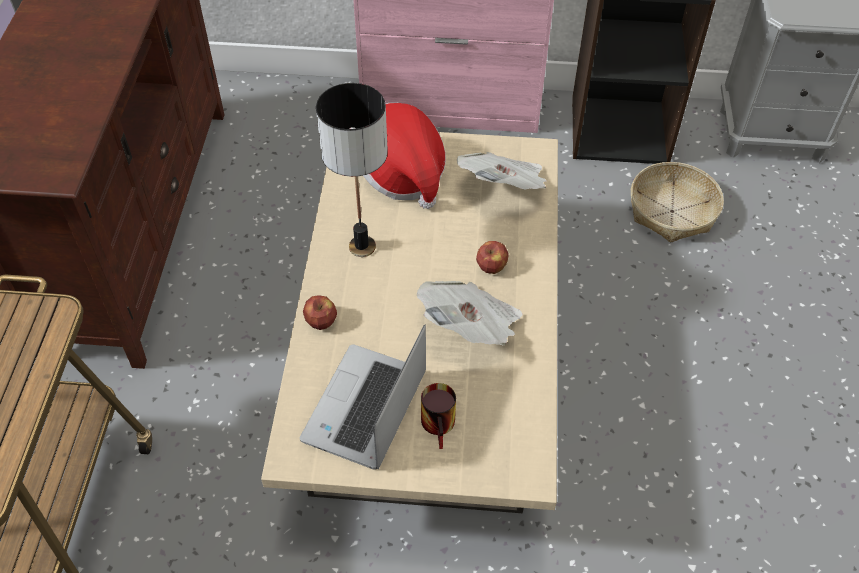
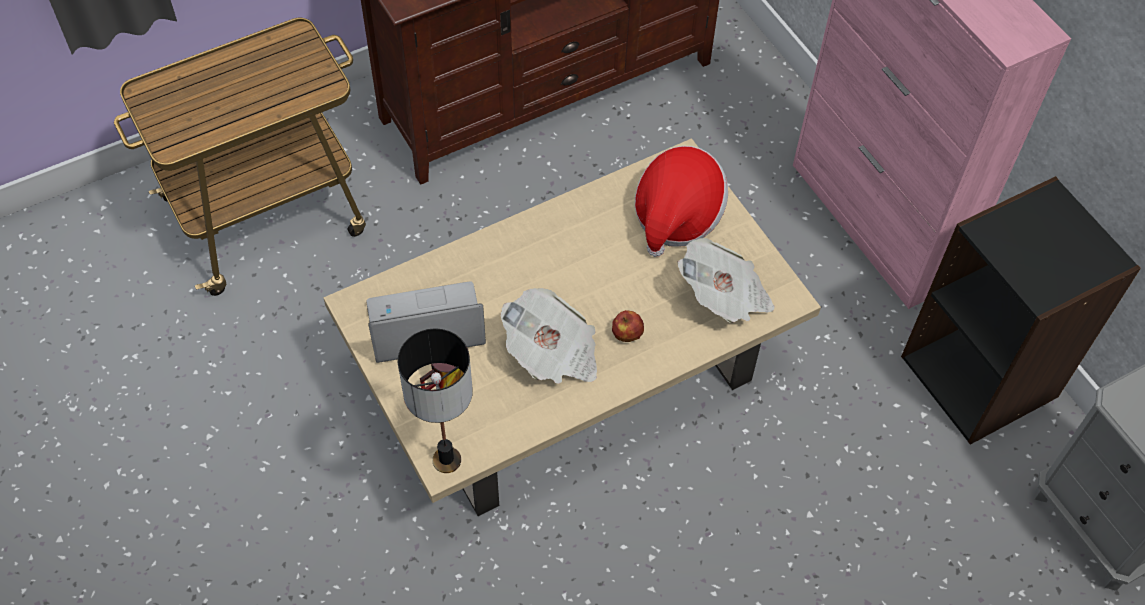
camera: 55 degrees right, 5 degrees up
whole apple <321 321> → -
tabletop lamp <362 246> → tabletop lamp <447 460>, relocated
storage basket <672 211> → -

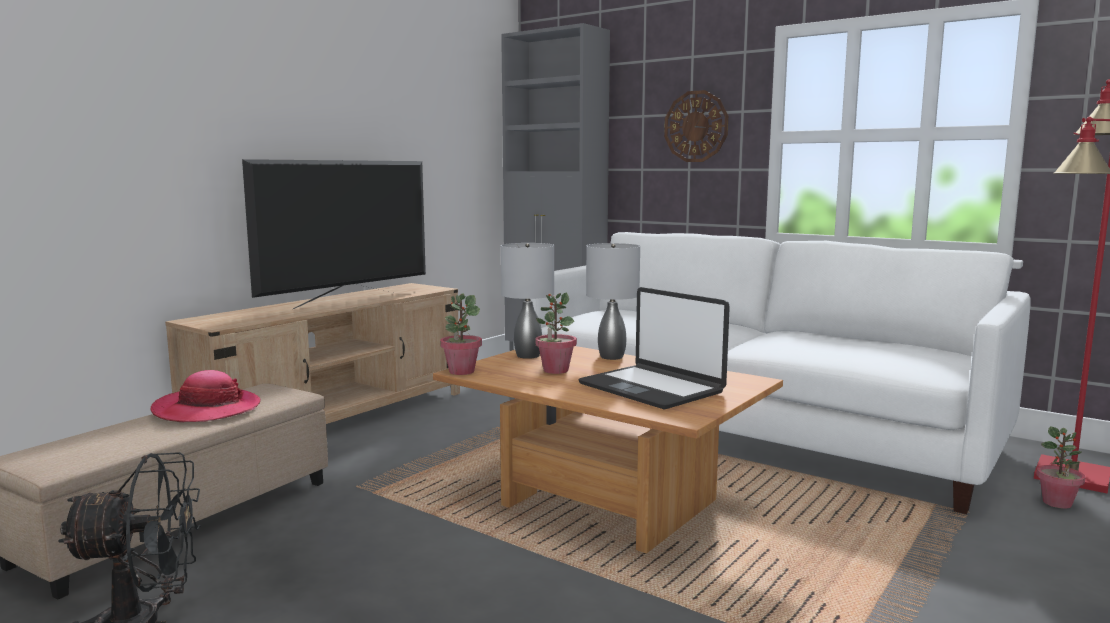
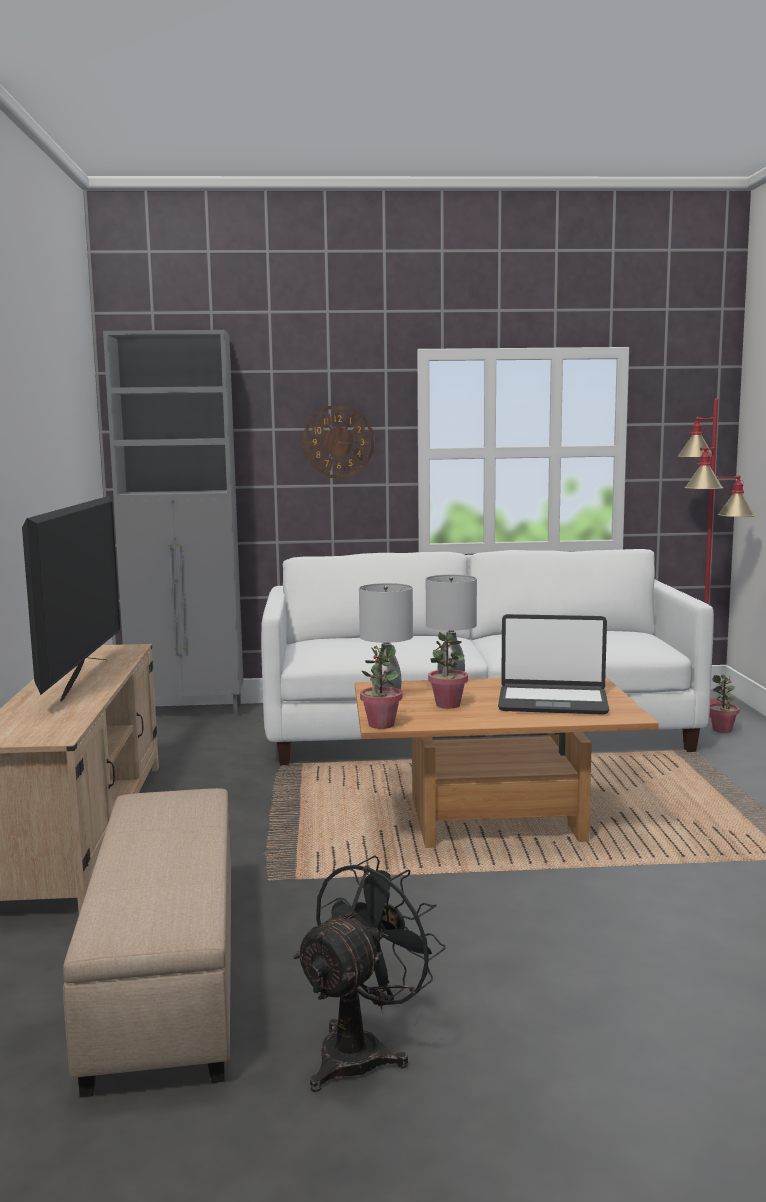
camera: 40 degrees left, 0 degrees up
hat <207 409> → -

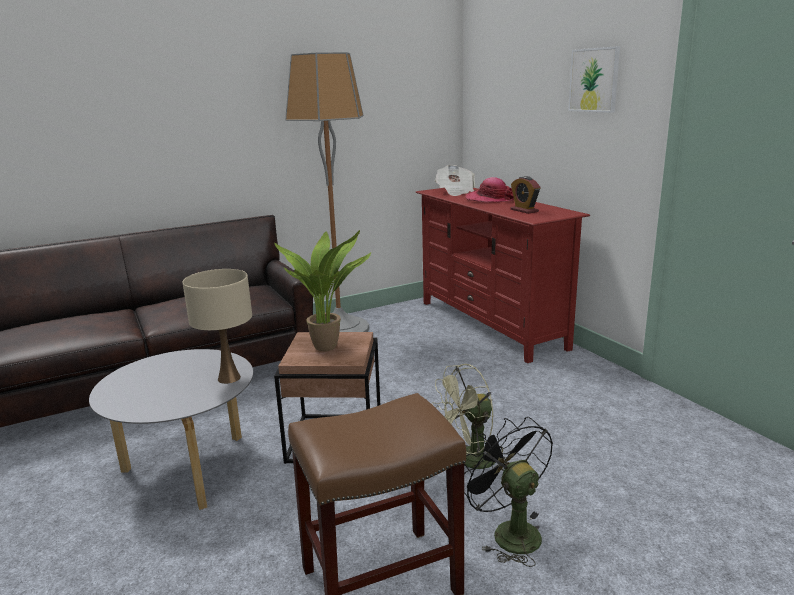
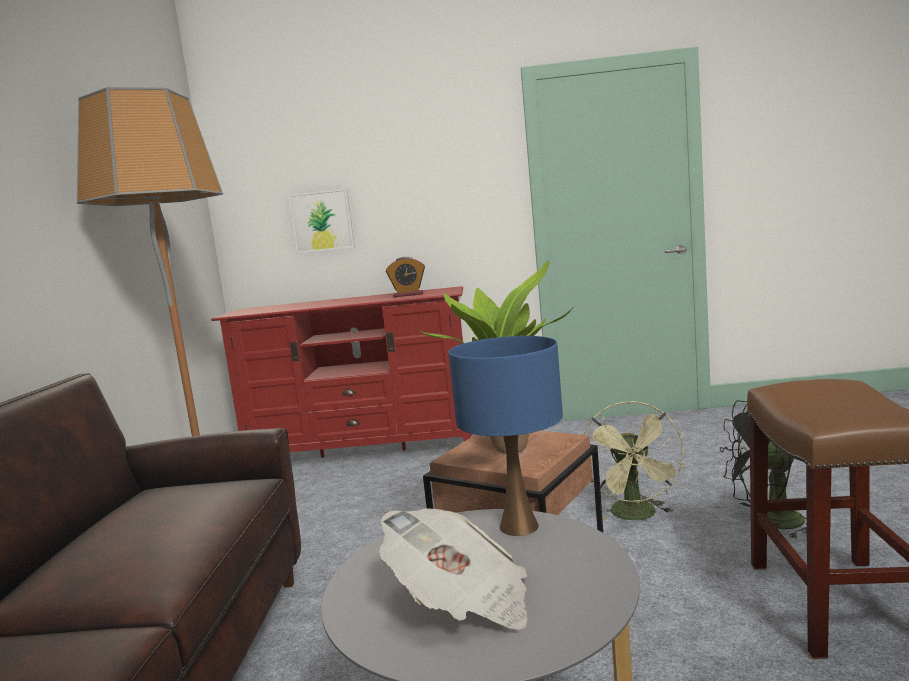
camera: 60 degrees left, 10 degrees down
beige tabletop lamp <229 378> → blue-coloured tabletop lamp <519 526>
daily paper <455 192> → daily paper <462 602>, relocated
hat <492 198> → -
wall picture <594 80> → wall picture <322 221>, relocated

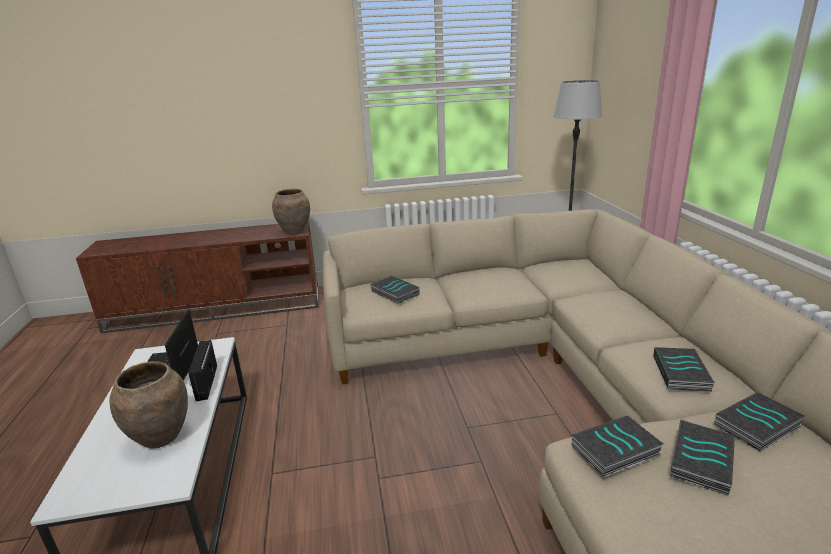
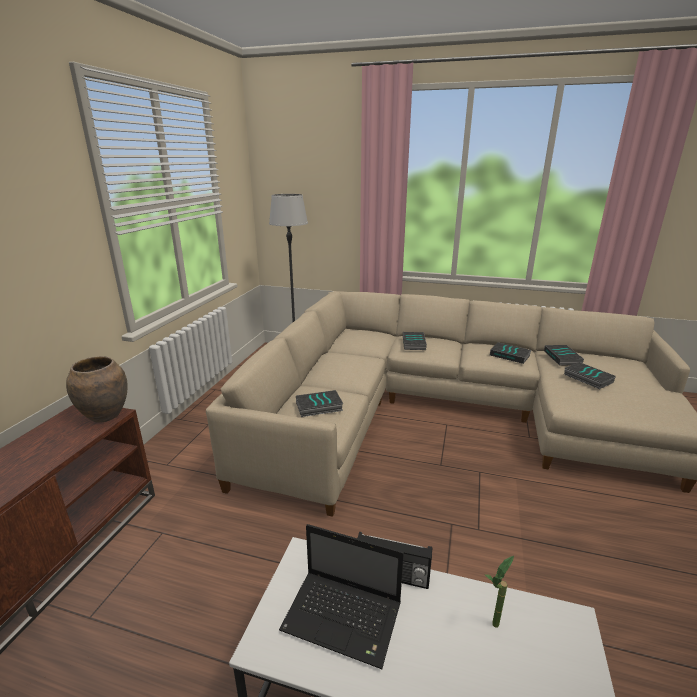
camera: 65 degrees left, 0 degrees up
brown-coloured vase <161 437> → houseplant <491 629>
bound book <615 451> → bound book <414 343>, relocated

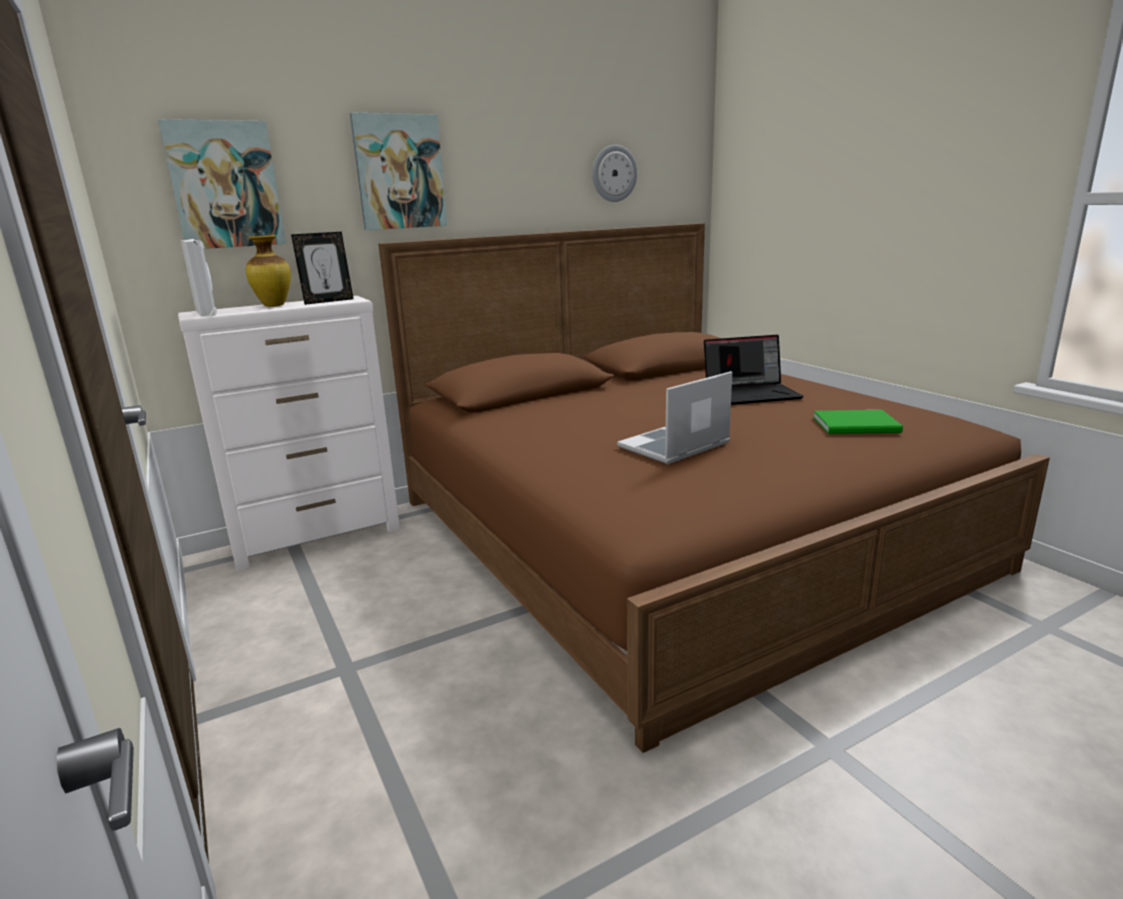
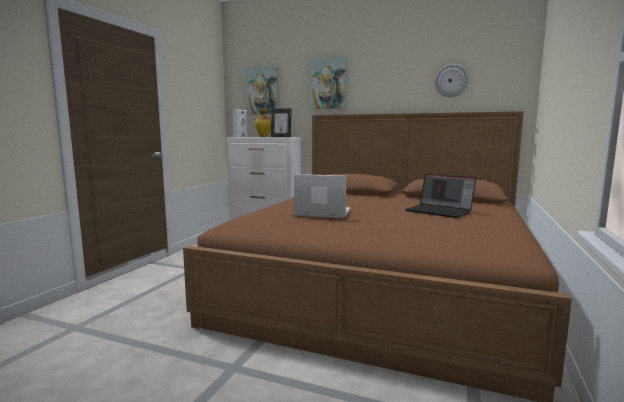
camera: 50 degrees right, 10 degrees down
green-coloured bound book <858 425> → -

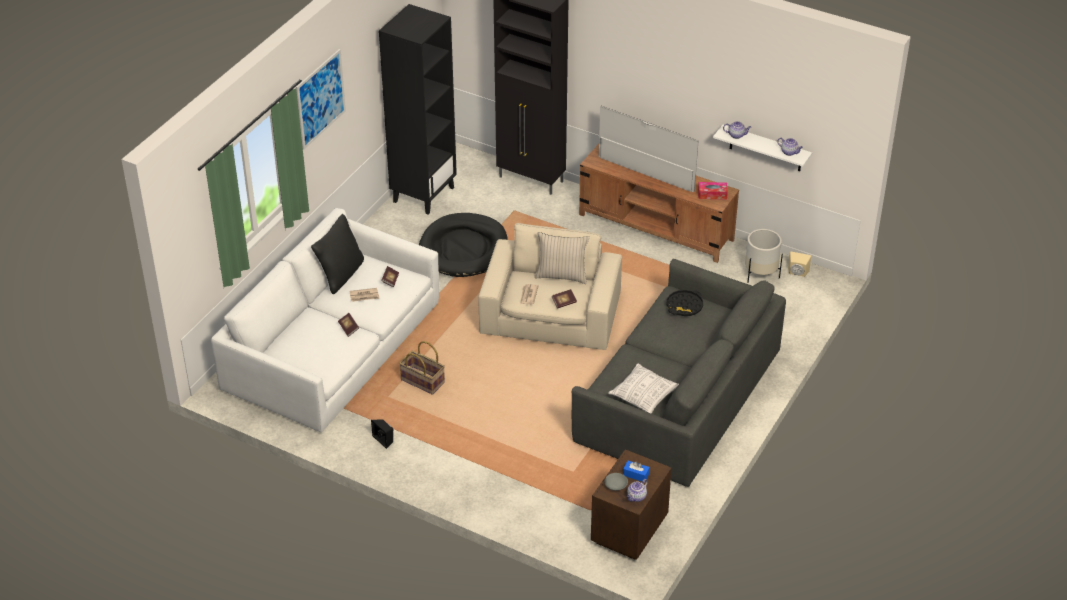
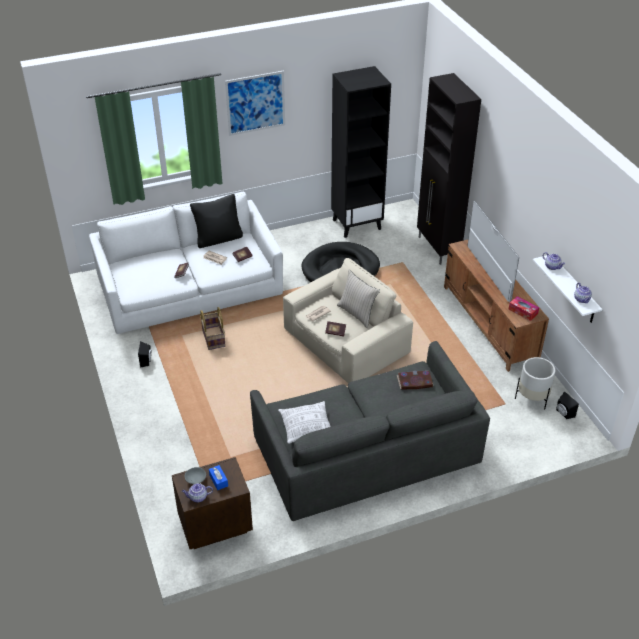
camera: 40 degrees right, 0 degrees up
black-coloured carrying tray <684 306> → bound book <414 381>
beige speaker <797 273> → black-coloured speaker <563 413>

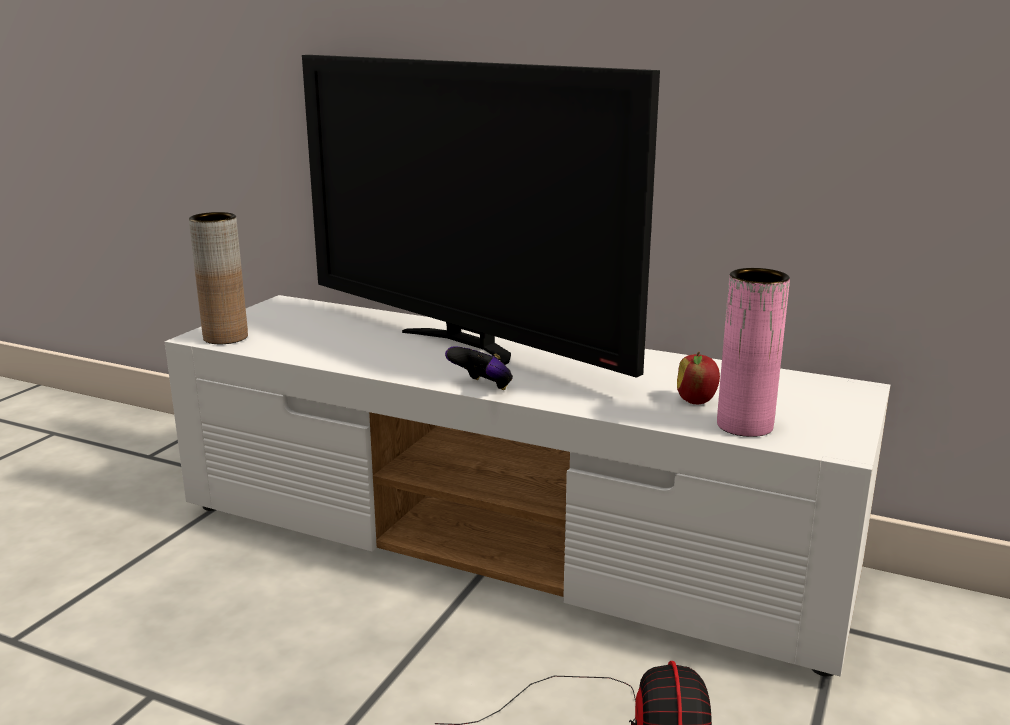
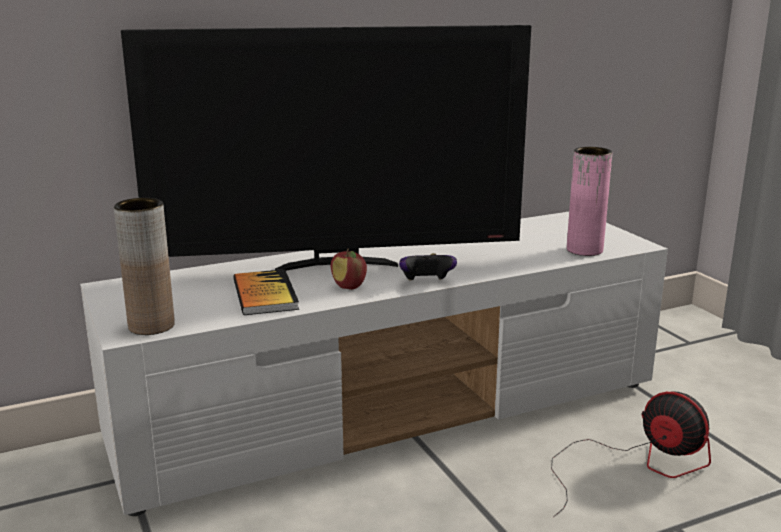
camera: 50 degrees left, 0 degrees up
whole apple <696 401> → whole apple <349 287>, relocated
- → bound book <265 295>

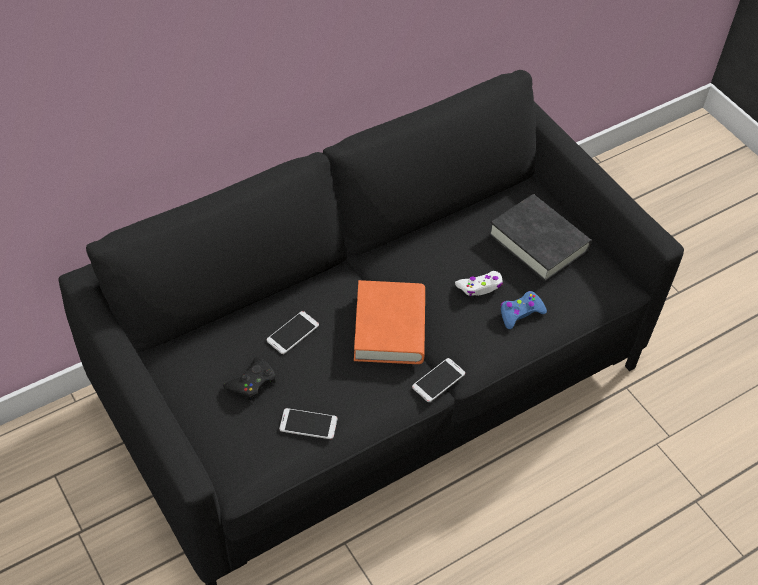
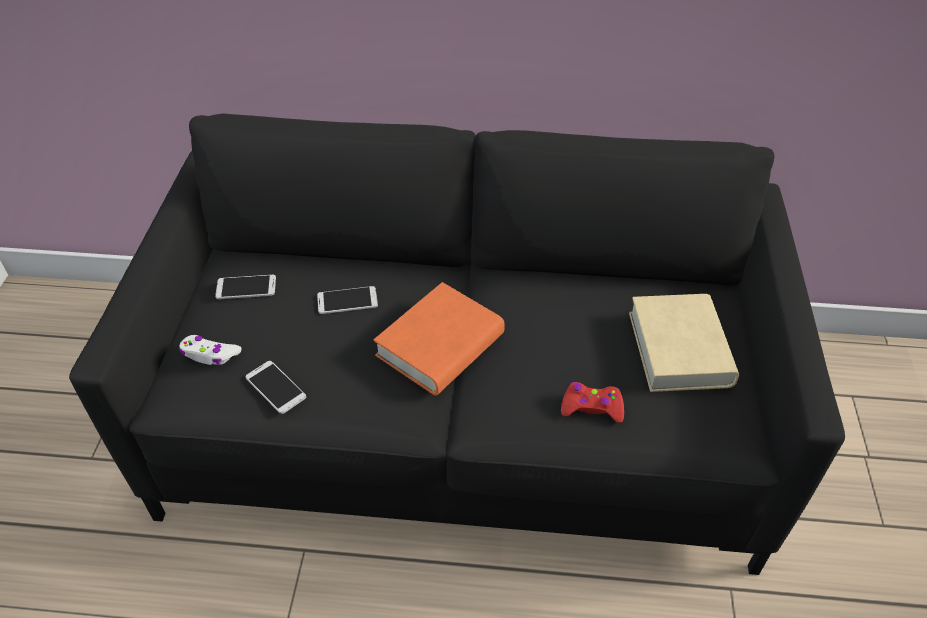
camera: 40 degrees right, 5 degrees down
black-coloured game controller <252 382> → -
telephone <438 380> → telephone <246 287>, relocated
white-coloured game controller <480 287> → white-coloured game controller <210 354>, relocated
black-coloured bound book <538 242> → beige bound book <679 349>
blue-coloured game controller <520 313> → reddish game controller <591 407>

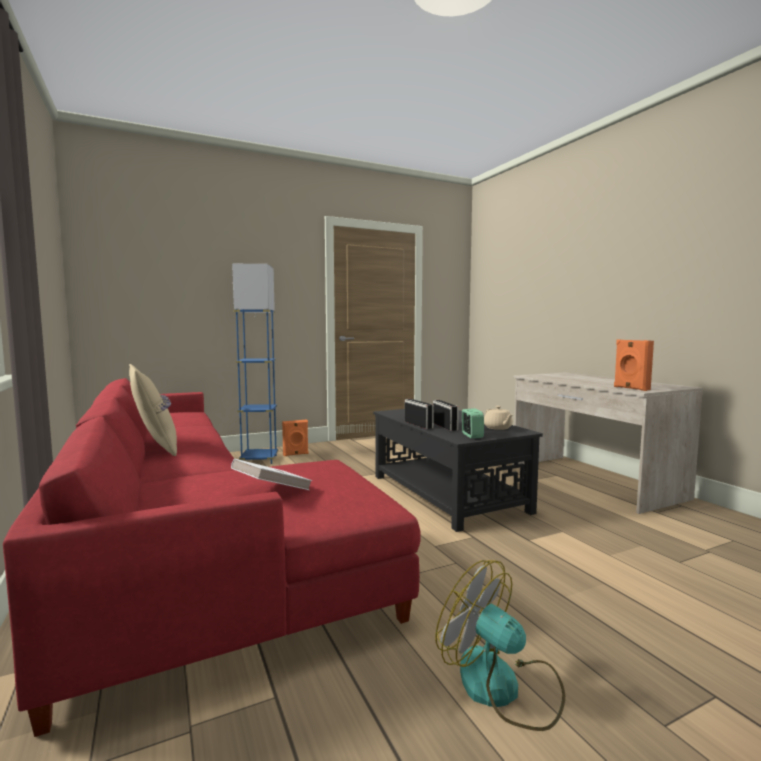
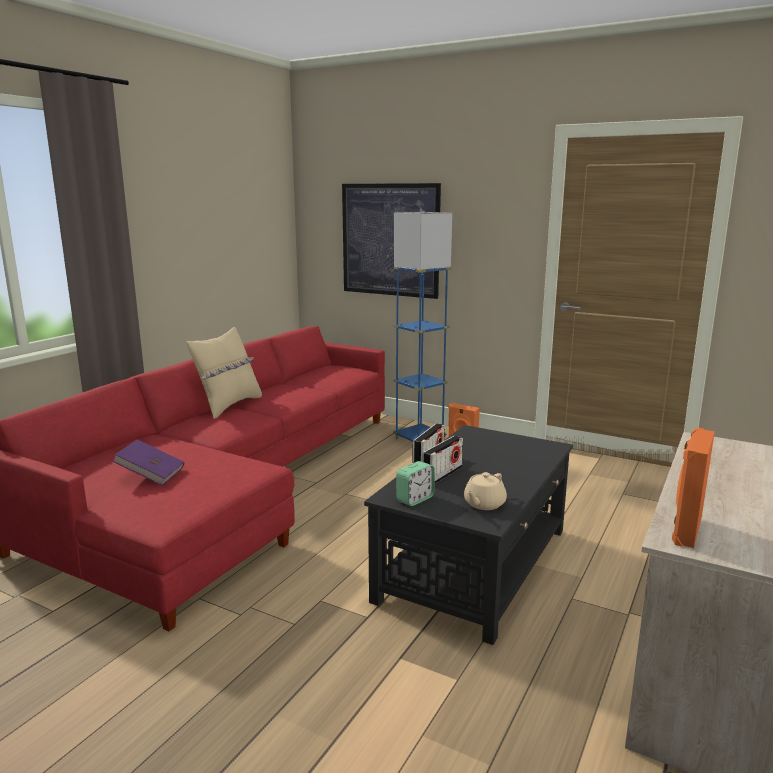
camera: 55 degrees right, 10 degrees up
white-coloured bound book <272 491> → purple bound book <151 475>
cooling fan <502 687> → -
- → wall picture <390 240>

